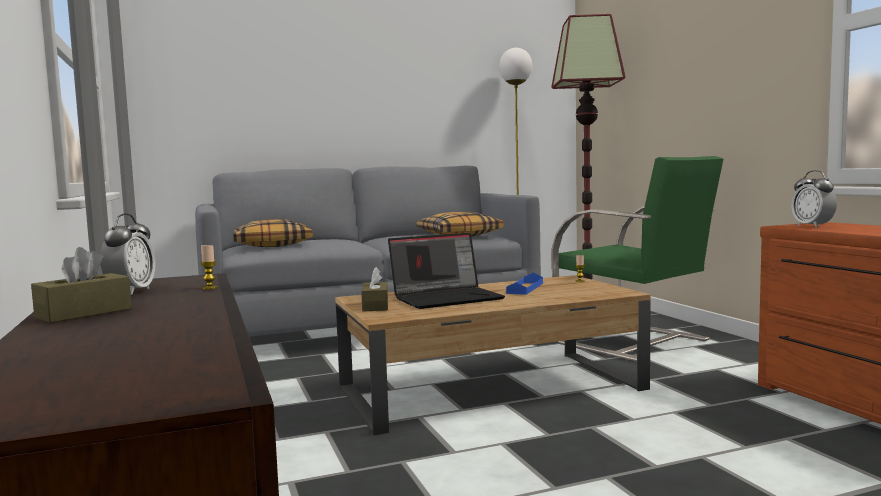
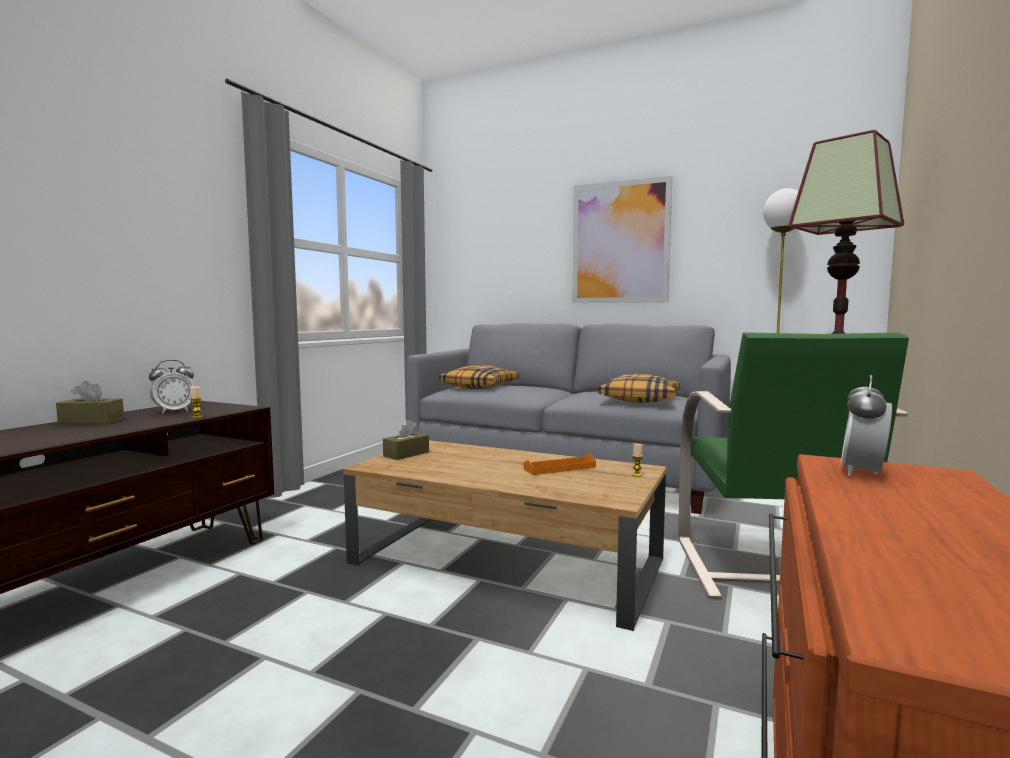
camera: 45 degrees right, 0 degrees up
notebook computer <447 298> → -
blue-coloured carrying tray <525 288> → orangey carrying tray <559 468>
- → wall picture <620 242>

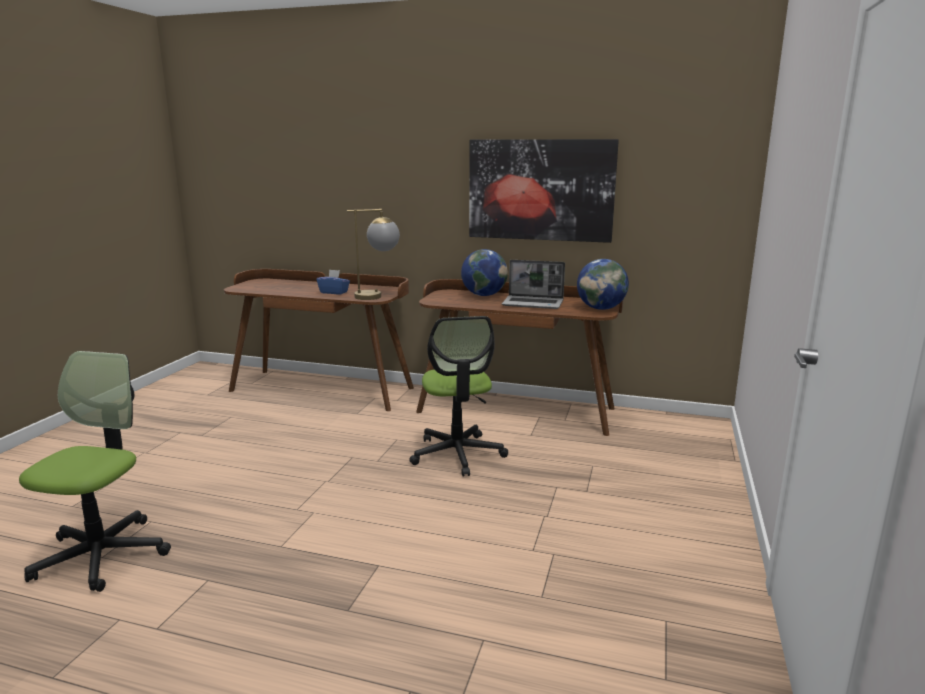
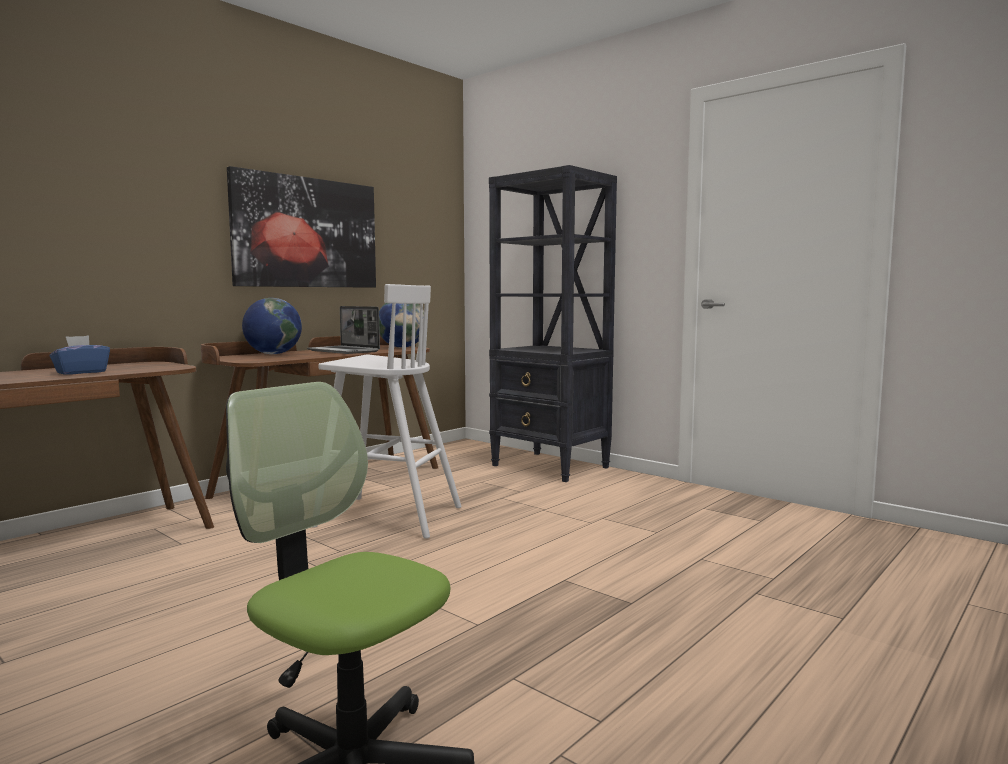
camera: 65 degrees left, 10 degrees down
tabletop lamp <378 296> → -
office chair <457 454> → white-coloured sitting stool <386 516>
notebook computer <533 304> → notebook computer <344 351>, 90 degrees clockwise
- → black-coloured bookshelf <550 467>

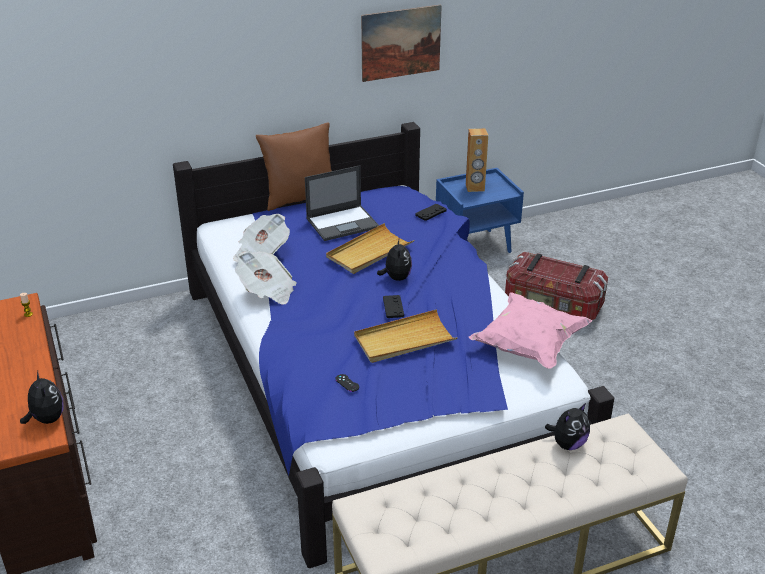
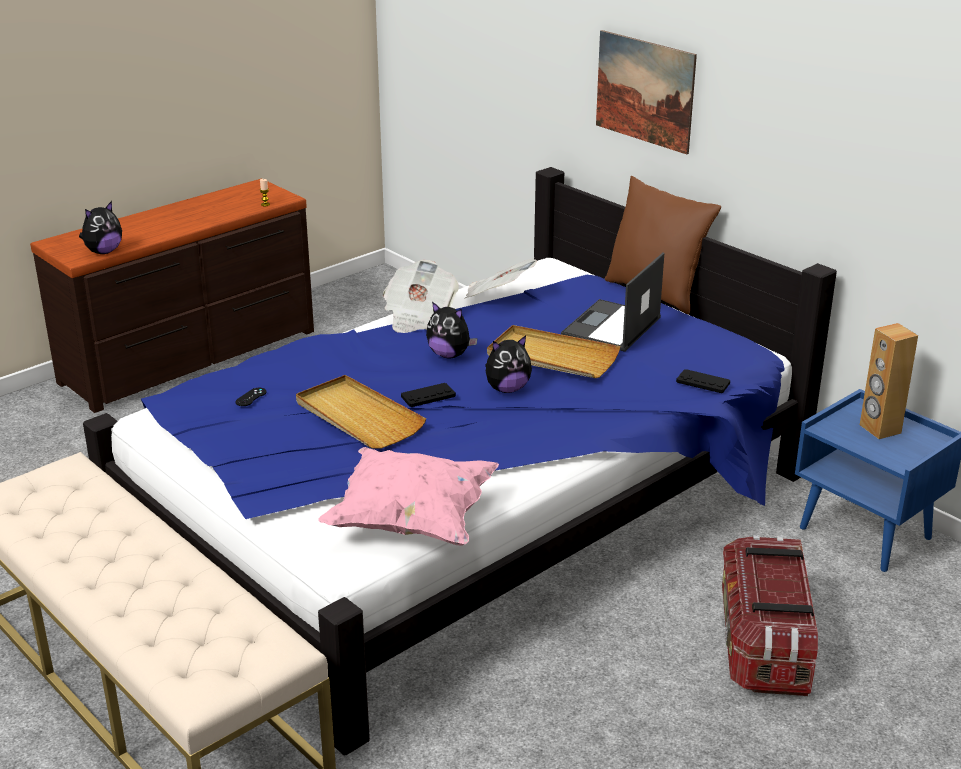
camera: 70 degrees right, 5 degrees down
notebook computer <343 223> → notebook computer <611 327>, 75 degrees clockwise
wall picture <401 43> → wall picture <644 91>, relocated
plush toy <568 444> → plush toy <449 355>, relocated

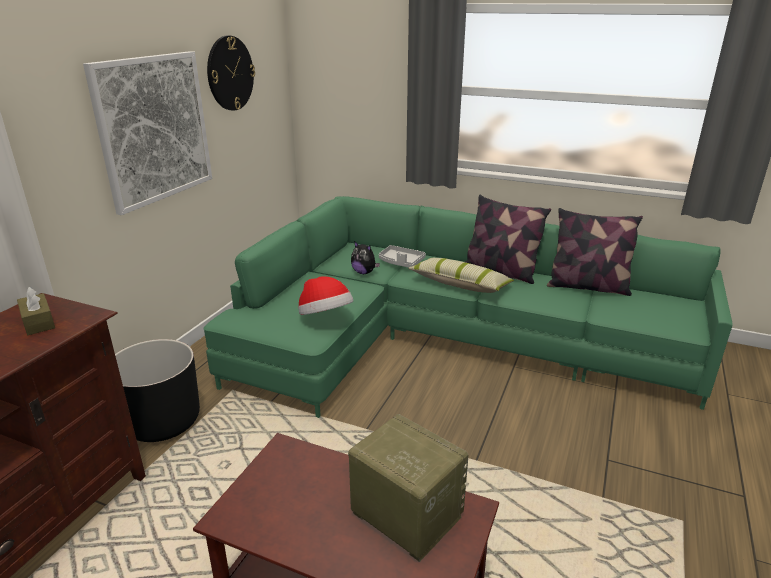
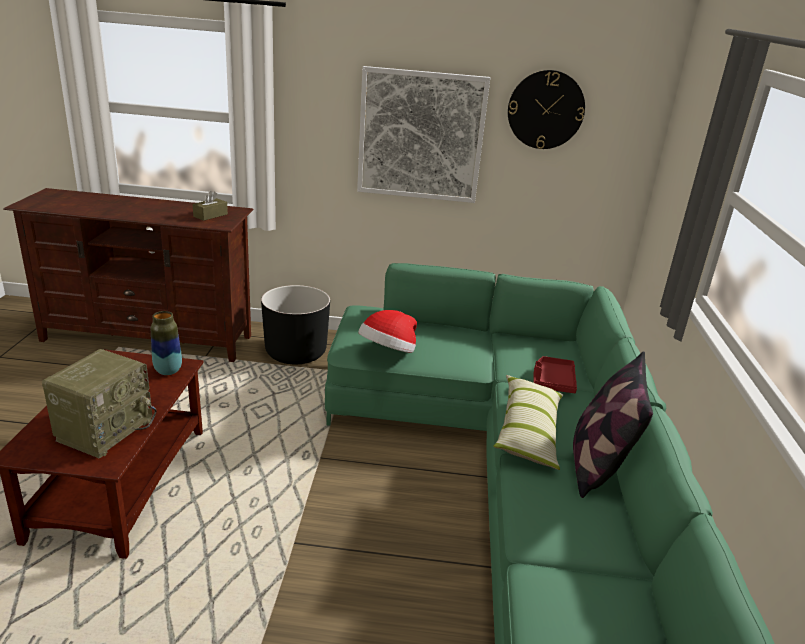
camera: 70 degrees right, 0 degrees up
plush toy <364 272> → -
grey carrying tray <401 262> → reddish carrying tray <552 381>
pillow <587 286> → -
- → vase <168 371>

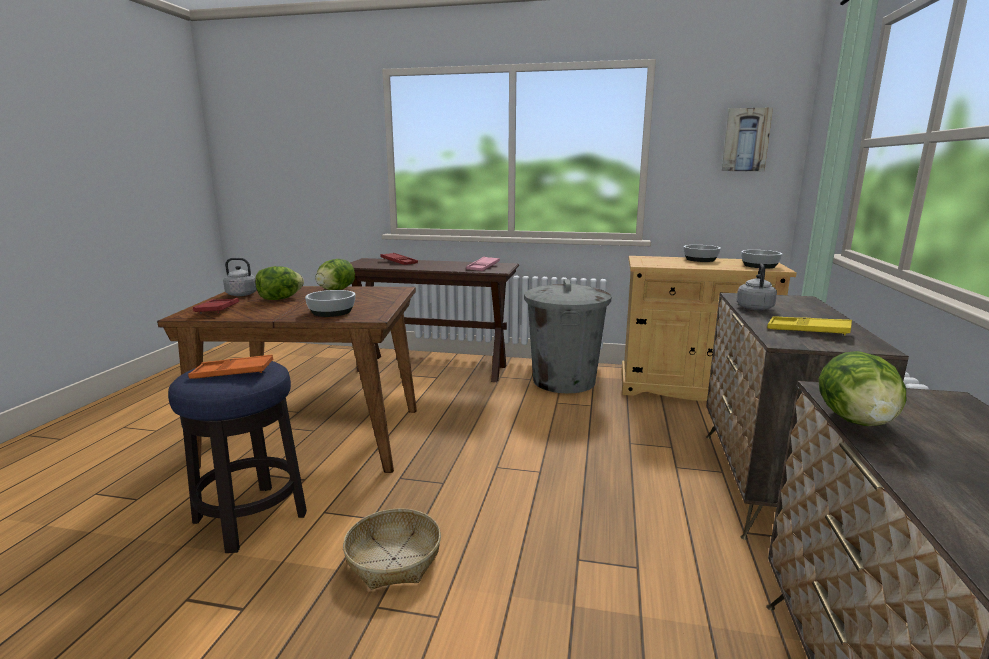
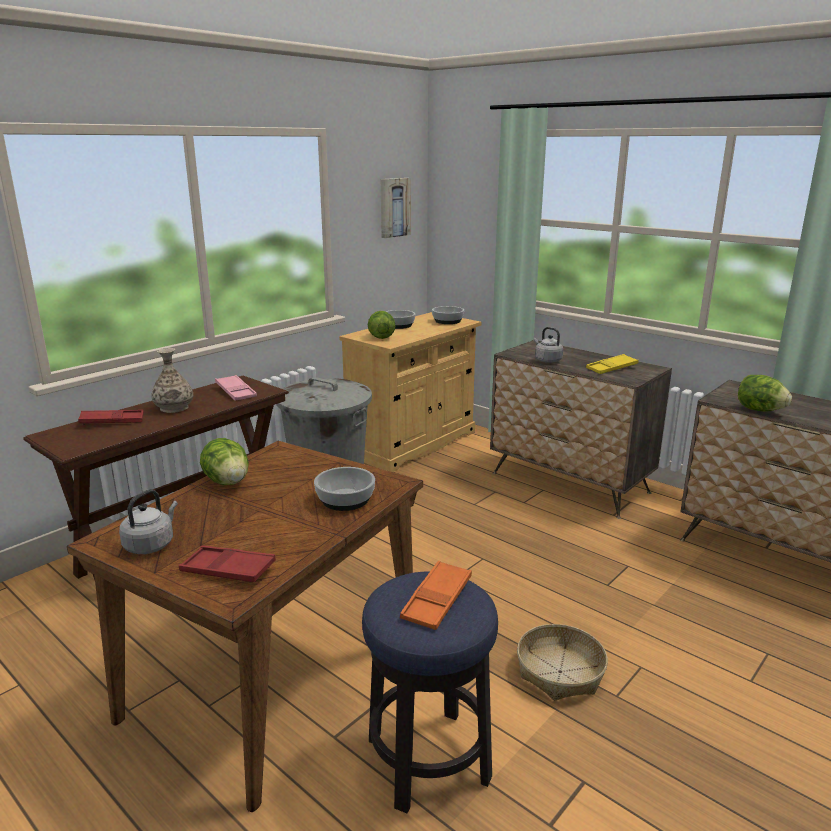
camera: 60 degrees left, 5 degrees up
head of lettuce <280 299> → head of lettuce <381 337>, relocated
- → vase <174 408>

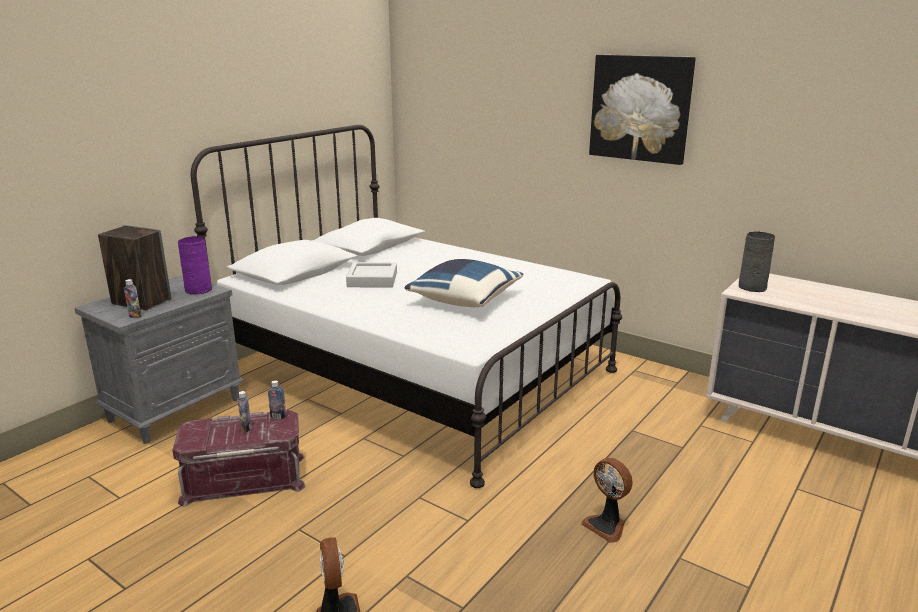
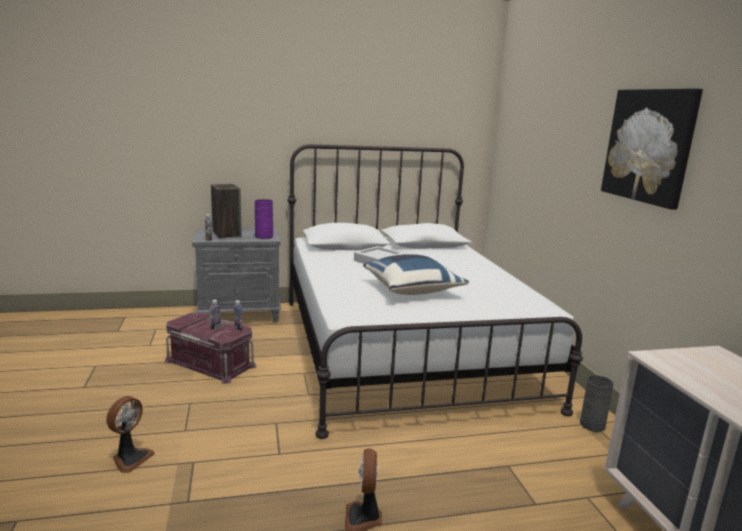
camera: 40 degrees right, 5 degrees down
grey vase <752 287> → grey vase <593 425>, relocated

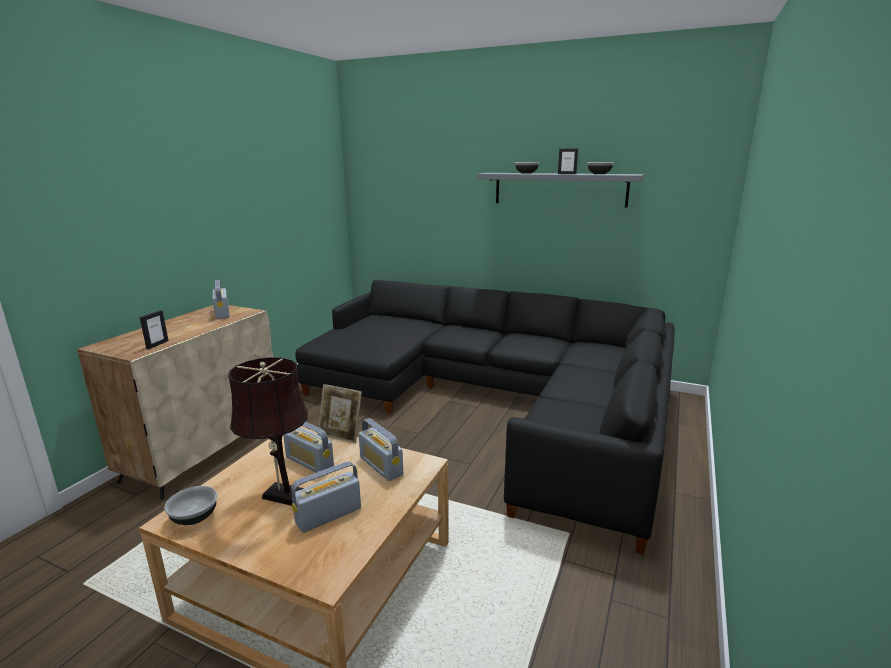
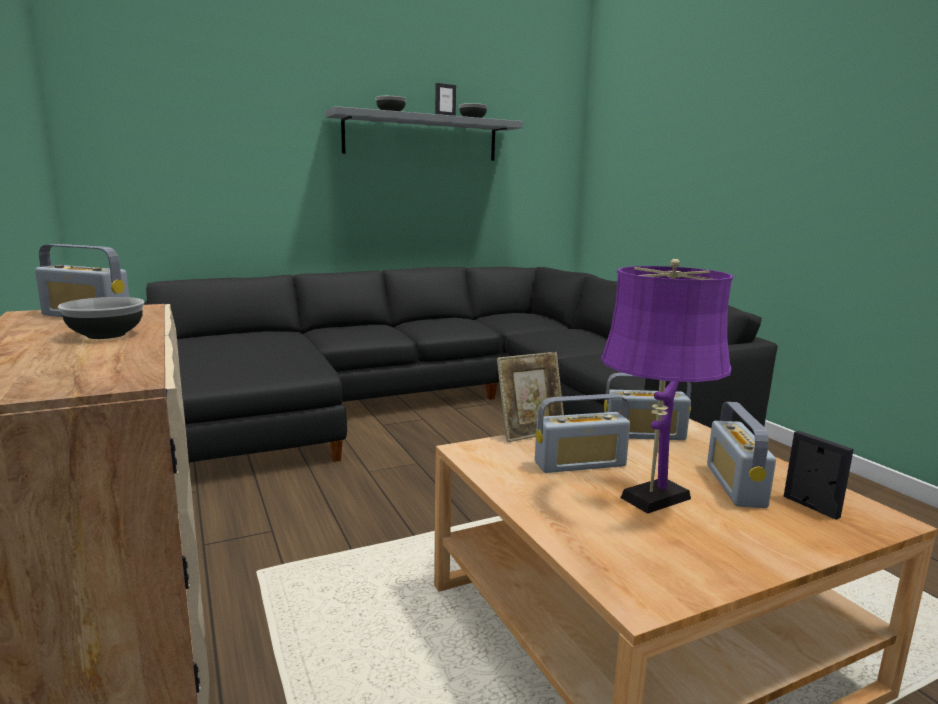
camera: 50 degrees left, 5 degrees down
standing frame <157 344> → standing frame <810 507>, relocated
deep dish <195 517> → deep dish <107 335>, relocated
brown-coloured tabletop lamp <280 494> → purple tabletop lamp <650 499>

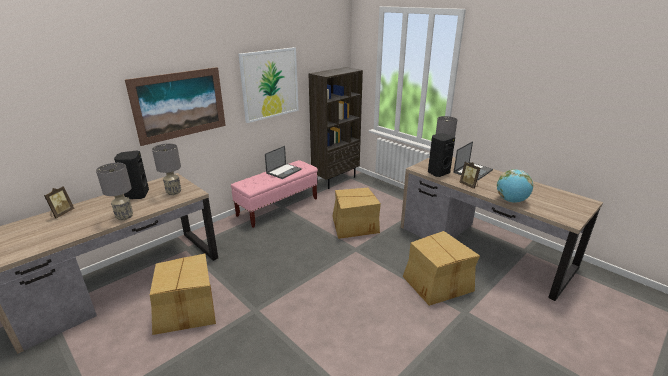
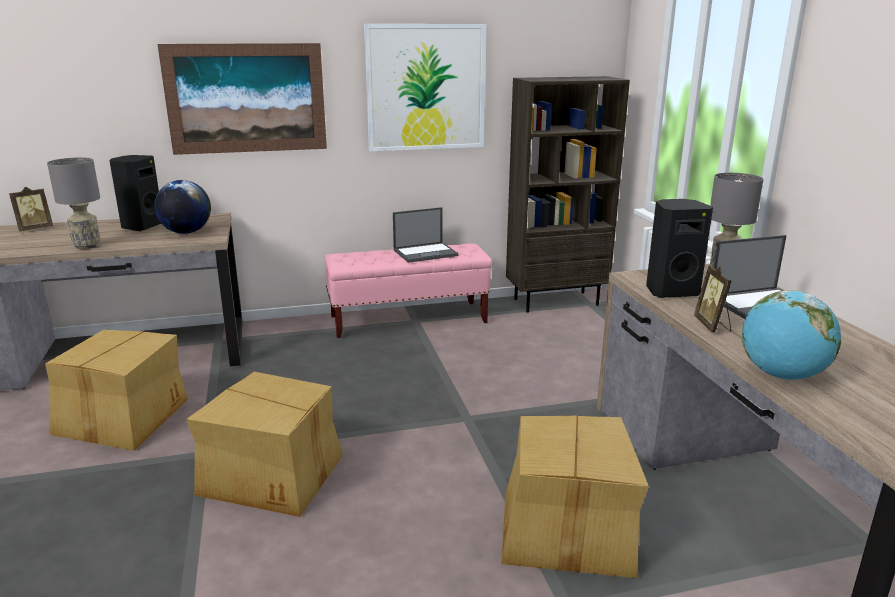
camera: 30 degrees right, 5 degrees down
grey tabletop lamp <173 192> → world globe <186 232>
packing box <354 225> → packing box <273 475>, relocated

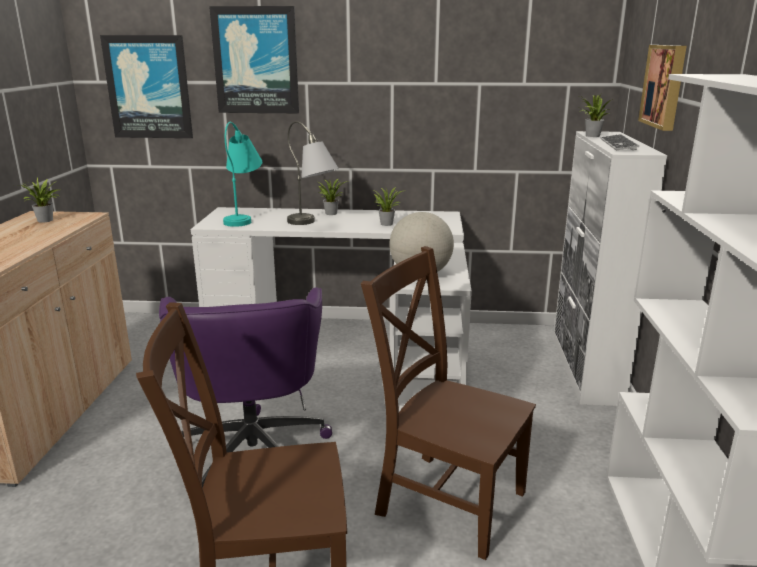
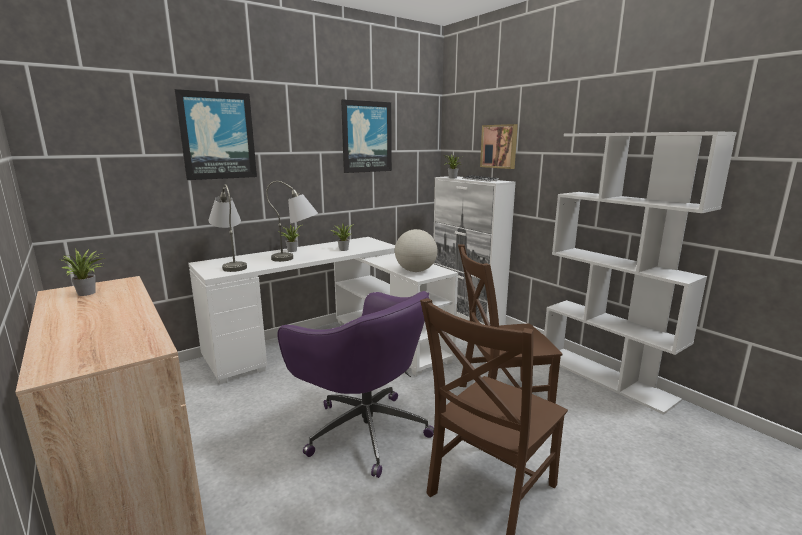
camera: 40 degrees left, 5 degrees down
wall picture <148 87> → wall picture <366 137>, relocated
turquoise-coloured tabletop lamp <244 217> → grey tabletop lamp <232 264>

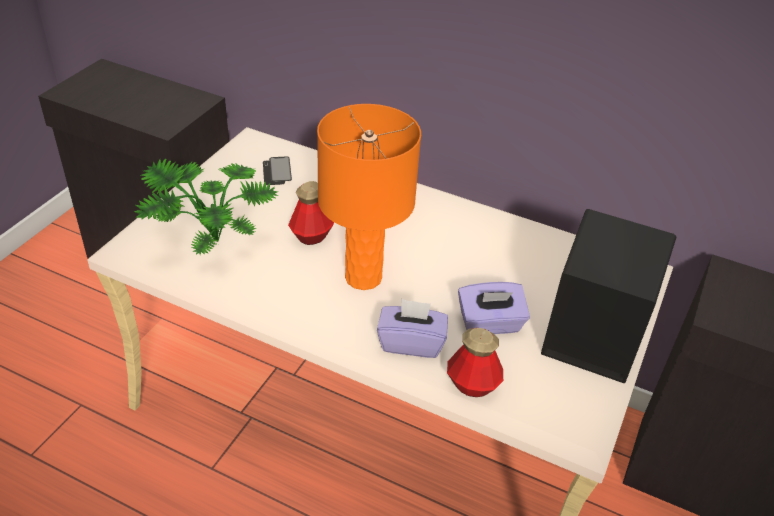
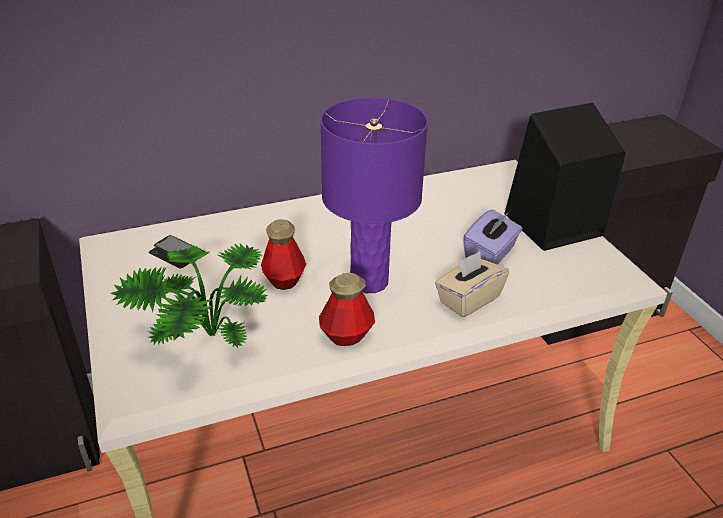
camera: 45 degrees left, 5 degrees down
orangey tabletop lamp <363 277> → purple tabletop lamp <368 282>
purple tissue holder <411 343> → beige tissue holder <468 299>
bottle <472 385> → bottle <346 335>, relocated

